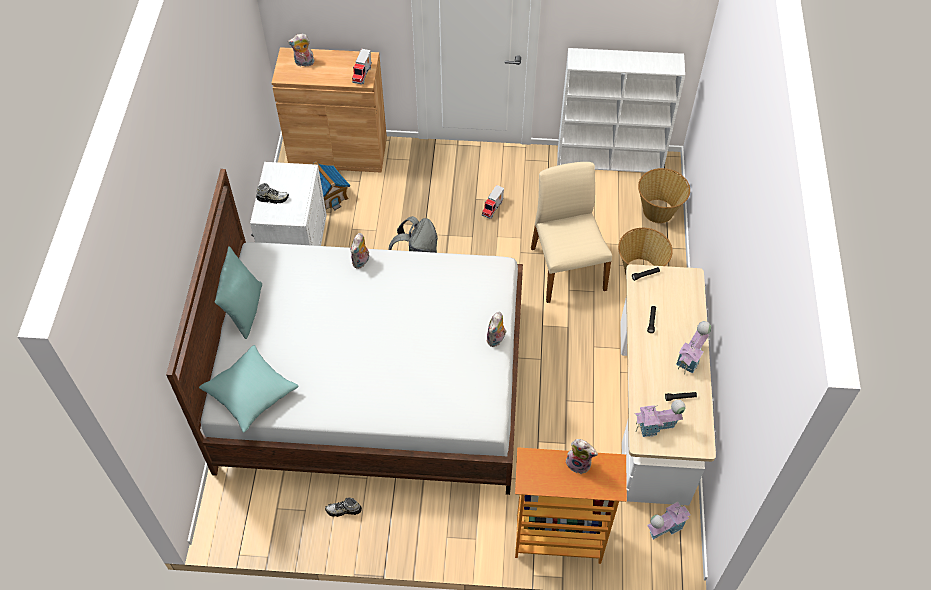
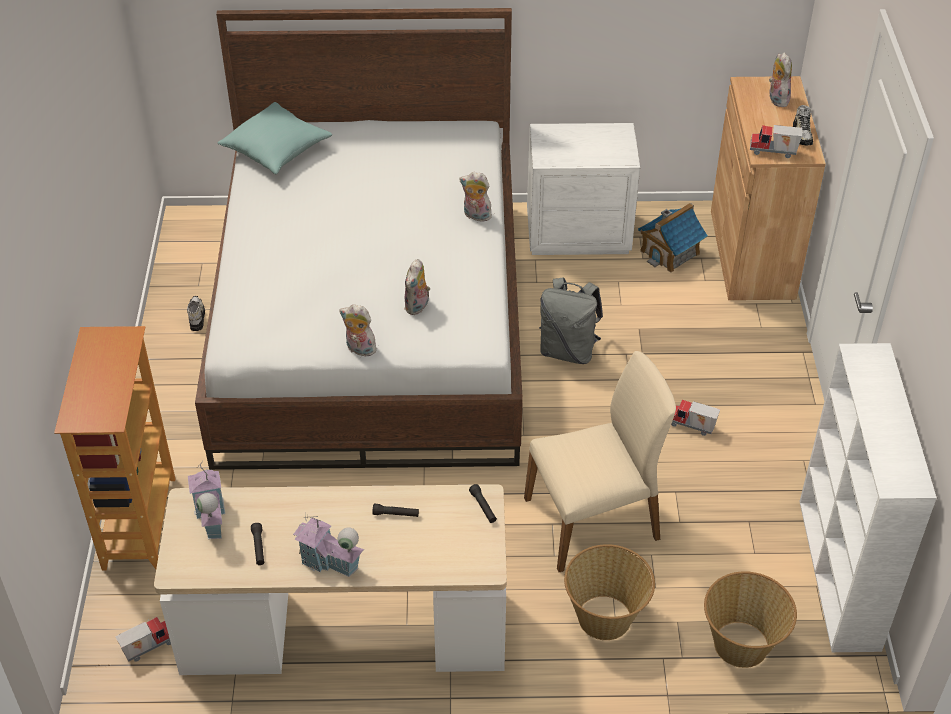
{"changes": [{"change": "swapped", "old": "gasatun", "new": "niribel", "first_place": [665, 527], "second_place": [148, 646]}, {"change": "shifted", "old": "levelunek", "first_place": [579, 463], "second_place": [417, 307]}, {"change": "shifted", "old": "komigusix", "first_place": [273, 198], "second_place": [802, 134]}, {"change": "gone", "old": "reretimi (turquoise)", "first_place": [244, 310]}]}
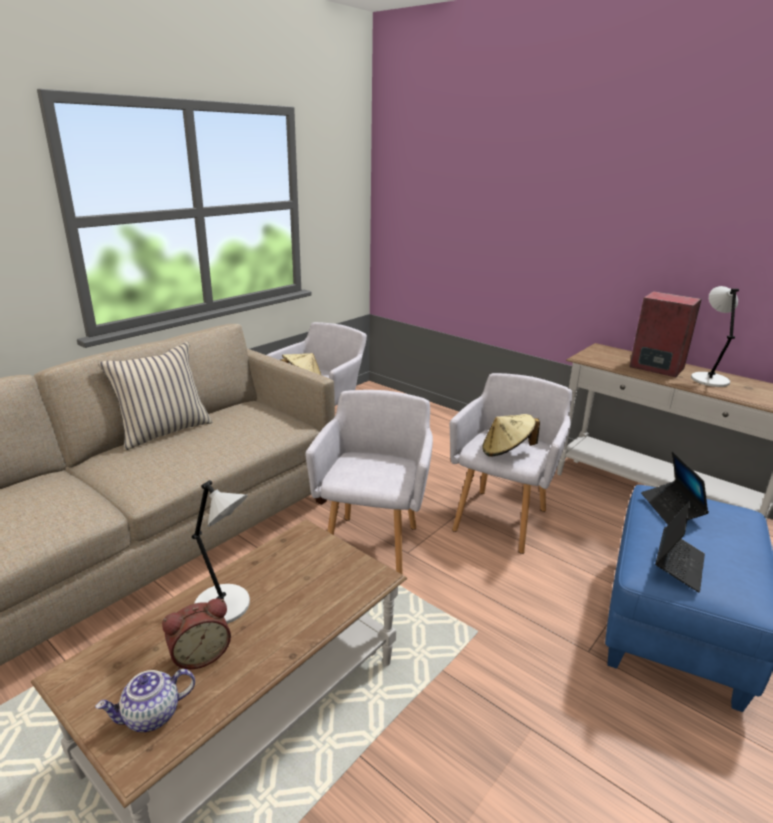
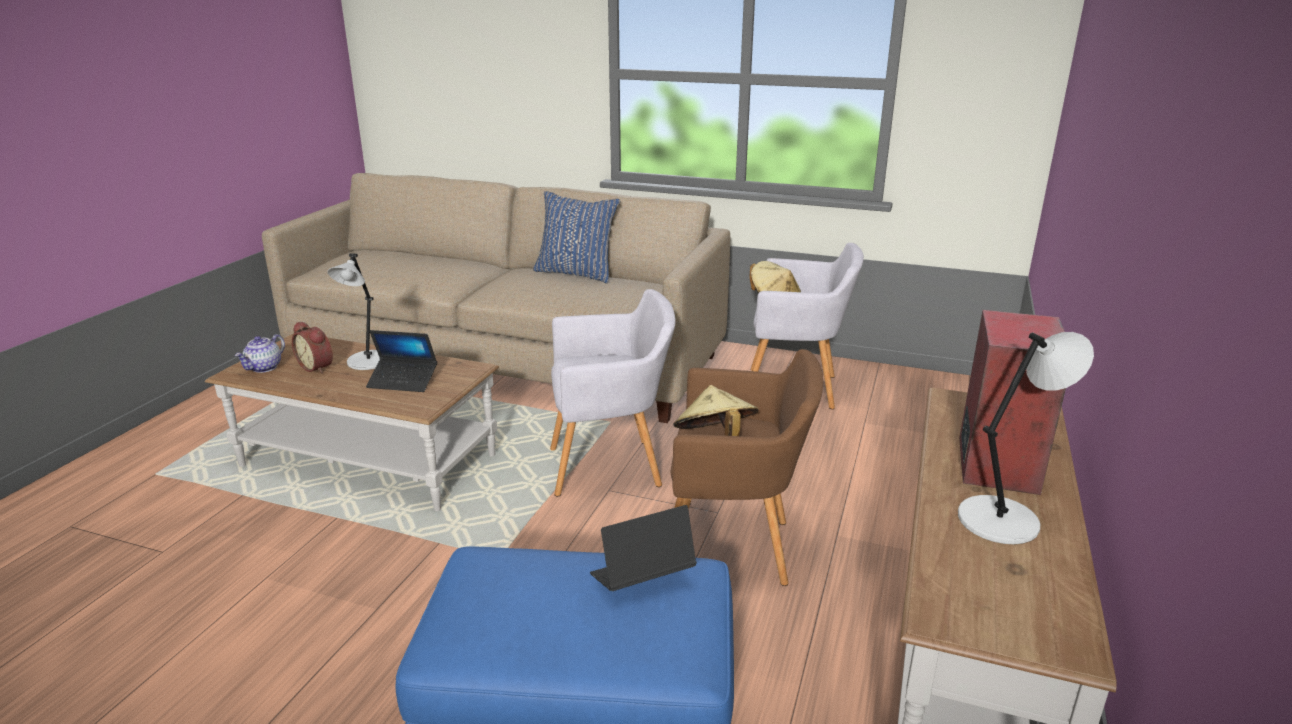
{"changes": [{"change": "rotated", "old": "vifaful", "first_place": [151, 716], "second_place": [264, 368], "degrees": -105}, {"change": "shifted", "old": "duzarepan", "first_place": [678, 565], "second_place": [403, 381]}, {"change": "repainted", "old": "reretimi (beige)", "new": "reretimi (blue)", "first_place": [164, 431], "second_place": [577, 273]}, {"change": "repainted", "old": "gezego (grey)", "new": "gezego (brown)", "first_place": [502, 517], "second_place": [735, 548]}]}
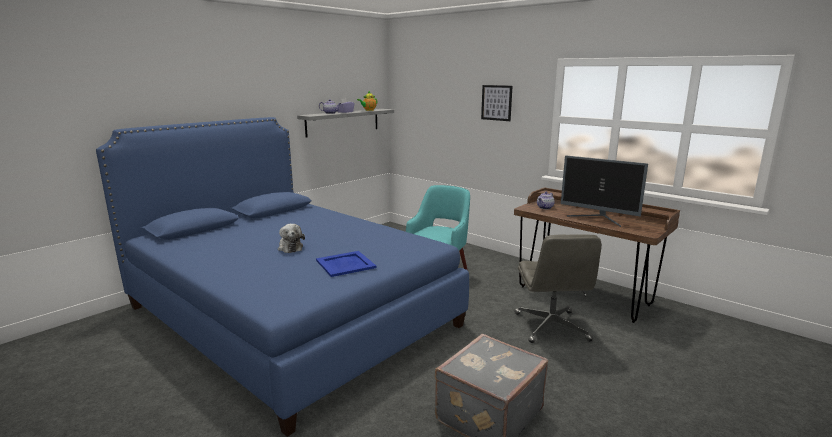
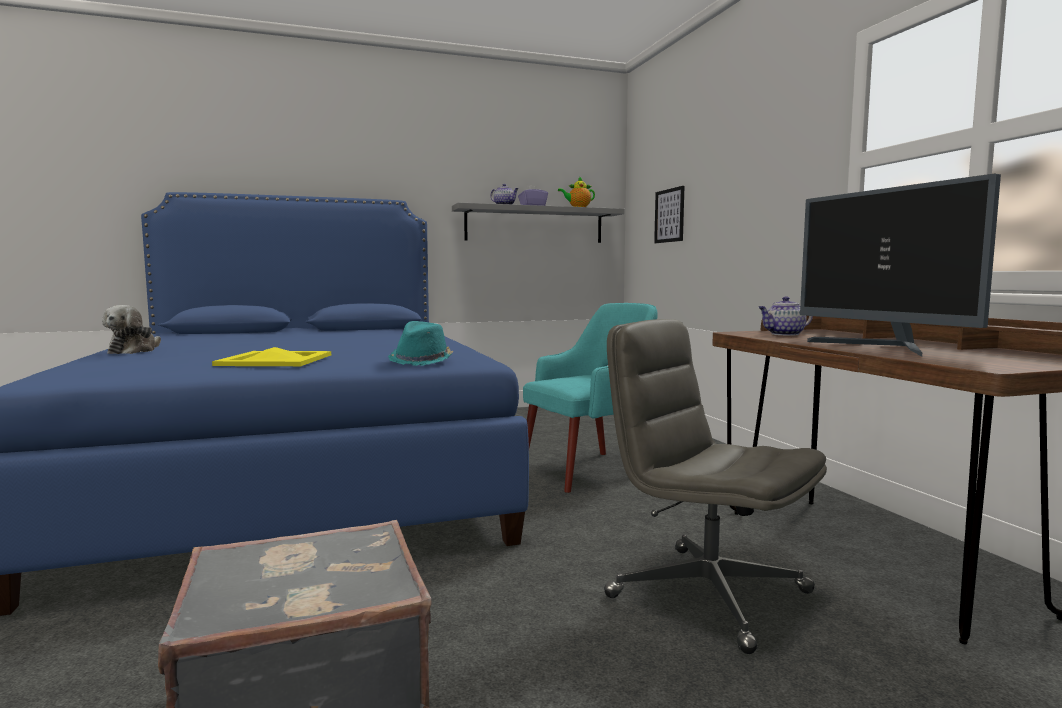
{"changes": [{"change": "shifted", "old": "levelunek", "first_place": [290, 247], "second_place": [134, 351]}, {"change": "repainted", "old": "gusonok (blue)", "new": "gusonok (yellow)", "first_place": [346, 264], "second_place": [276, 360]}, {"change": "new", "new": "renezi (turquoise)", "second_place": [422, 361]}, {"change": "rotated", "old": "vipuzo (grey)", "first_place": [551, 327], "second_place": [706, 594], "degrees": 105}, {"change": "shifted", "old": "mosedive", "first_place": [496, 102], "second_place": [669, 215]}]}
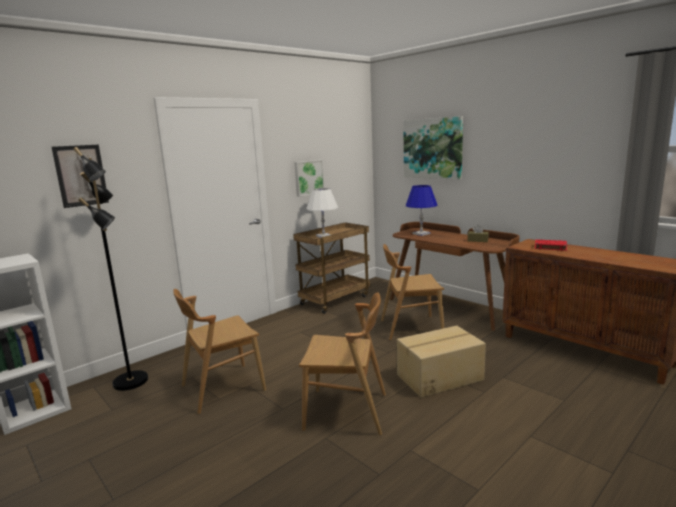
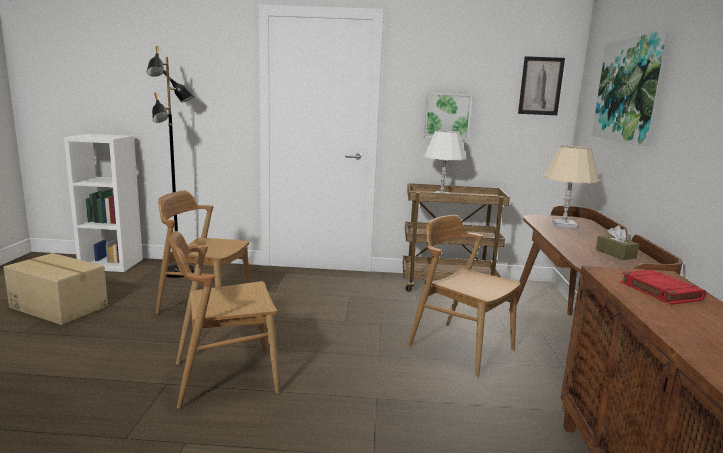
{"changes": [{"change": "shifted", "old": "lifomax", "first_place": [438, 377], "second_place": [60, 306]}, {"change": "rotated", "old": "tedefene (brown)", "first_place": [346, 411], "second_place": [225, 377], "degrees": 105}, {"change": "shifted", "old": "mosedive", "first_place": [81, 175], "second_place": [540, 86]}, {"change": "repainted", "old": "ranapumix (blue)", "new": "ranapumix (beige)", "first_place": [421, 234], "second_place": [564, 224]}]}
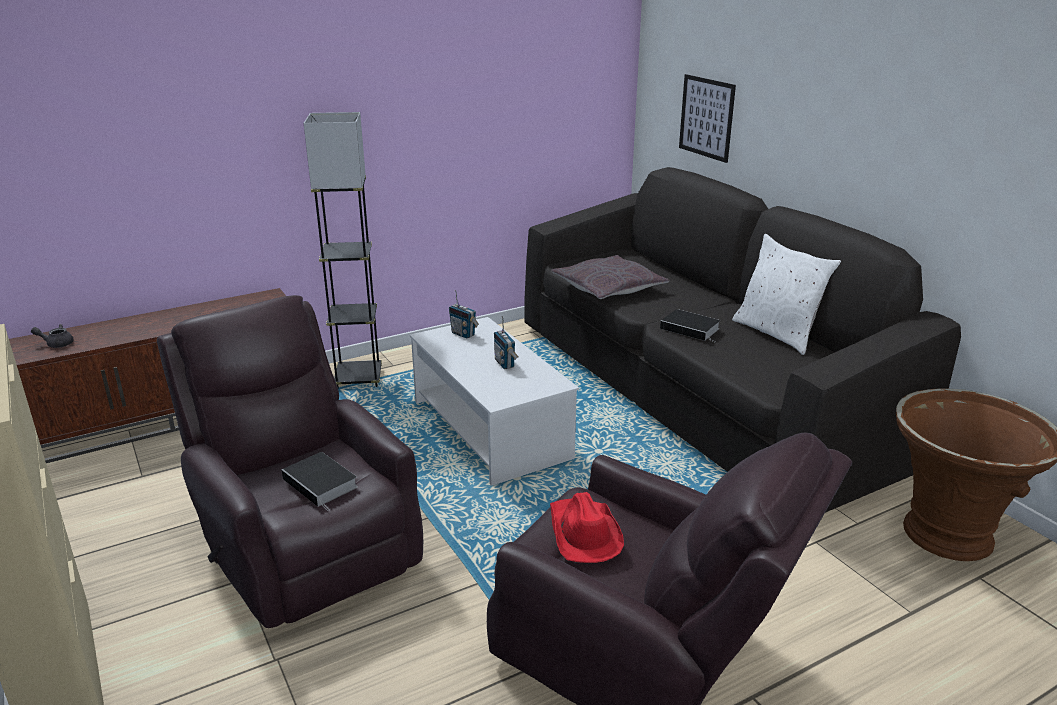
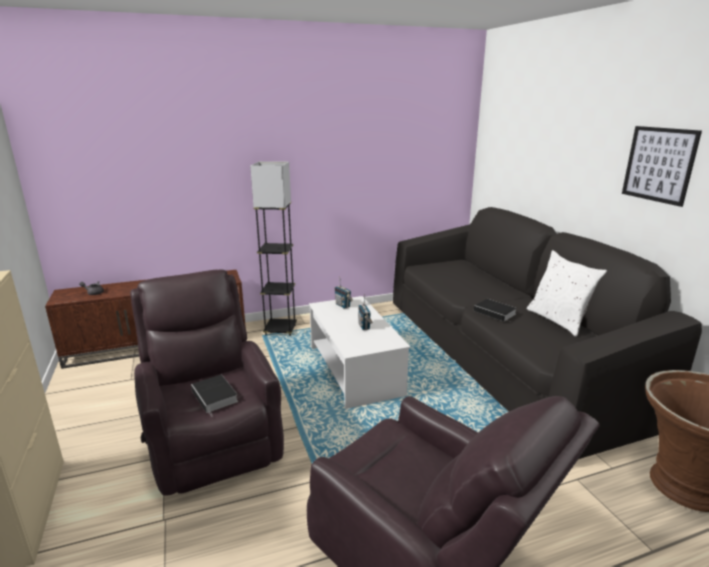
{"changes": [{"change": "shifted", "old": "mosedive", "first_place": [706, 117], "second_place": [659, 164]}, {"change": "gone", "old": "renezi (red)", "first_place": [583, 533]}, {"change": "gone", "old": "reretimi (grey)", "first_place": [608, 288]}]}
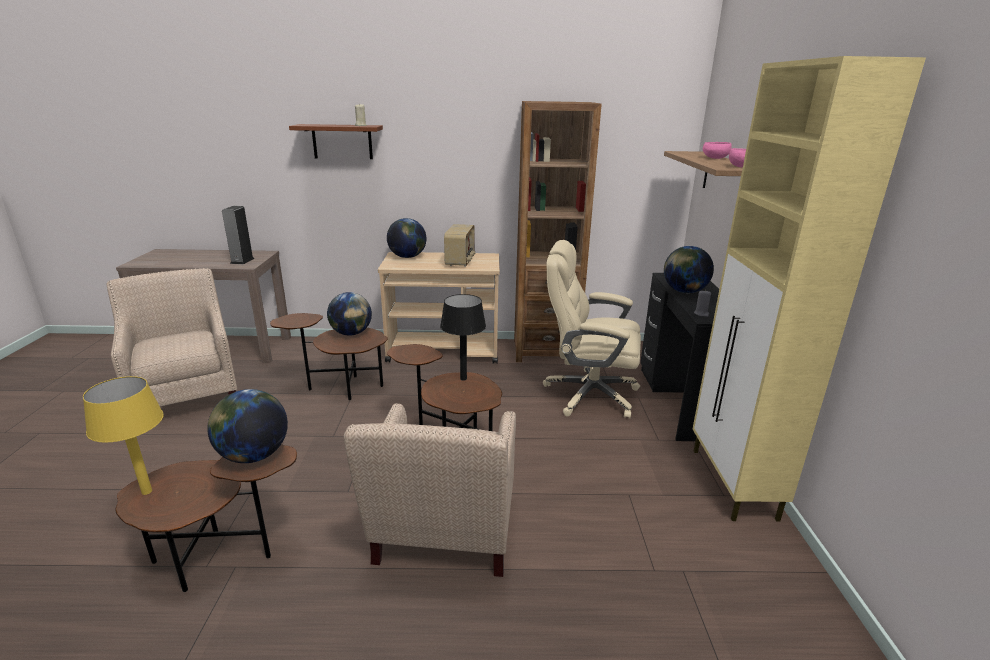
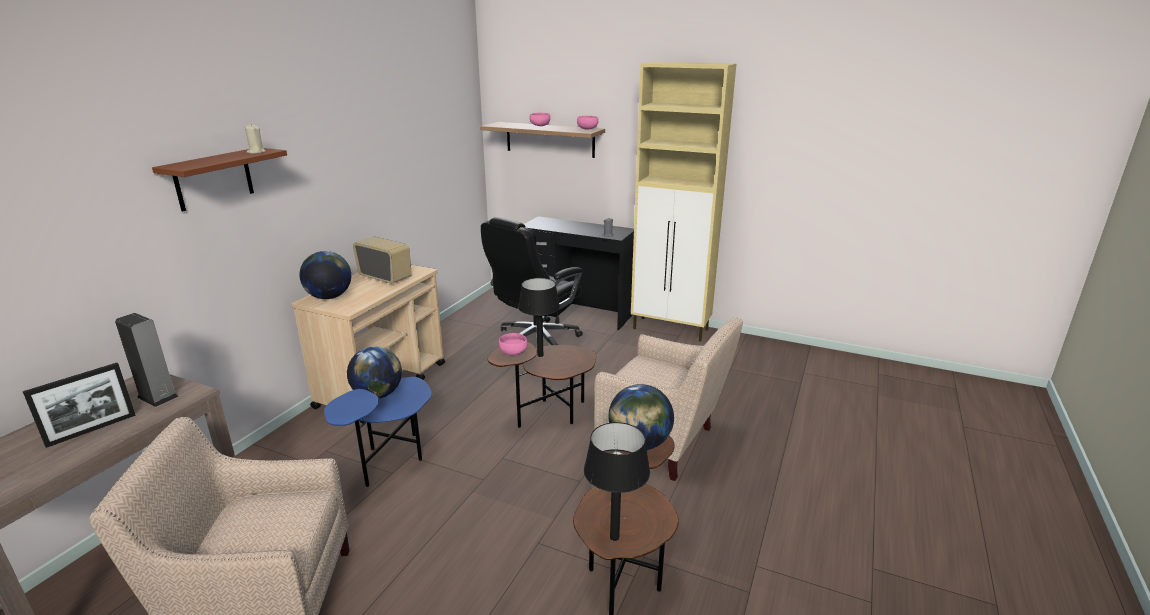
{"changes": [{"change": "new", "new": "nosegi", "second_place": [92, 430]}, {"change": "repainted", "old": "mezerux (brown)", "new": "mezerux (blue)", "first_place": [342, 388], "second_place": [390, 462]}, {"change": "repainted", "old": "vipuzo (beige)", "new": "vipuzo (black)", "first_place": [588, 394], "second_place": [536, 340]}, {"change": "new", "new": "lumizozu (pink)", "second_place": [513, 352]}, {"change": "repainted", "old": "ranapumix (yellow)", "new": "ranapumix (black)", "first_place": [147, 491], "second_place": [614, 537]}, {"change": "gone", "old": "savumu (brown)", "first_place": [545, 350]}, {"change": "gone", "old": "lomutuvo", "first_place": [684, 291]}]}
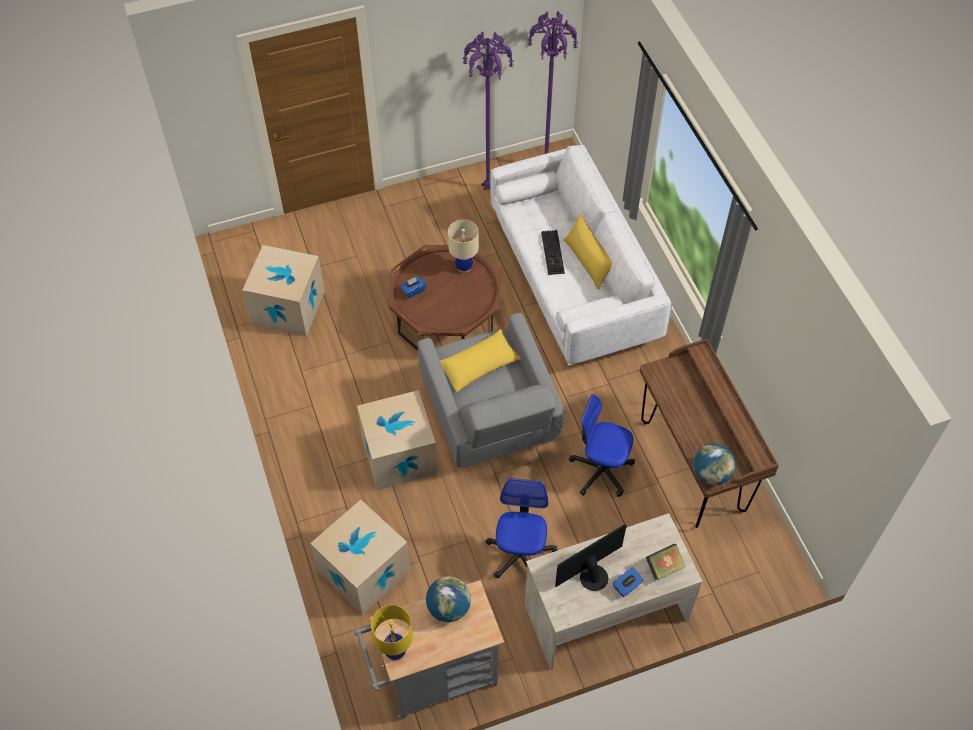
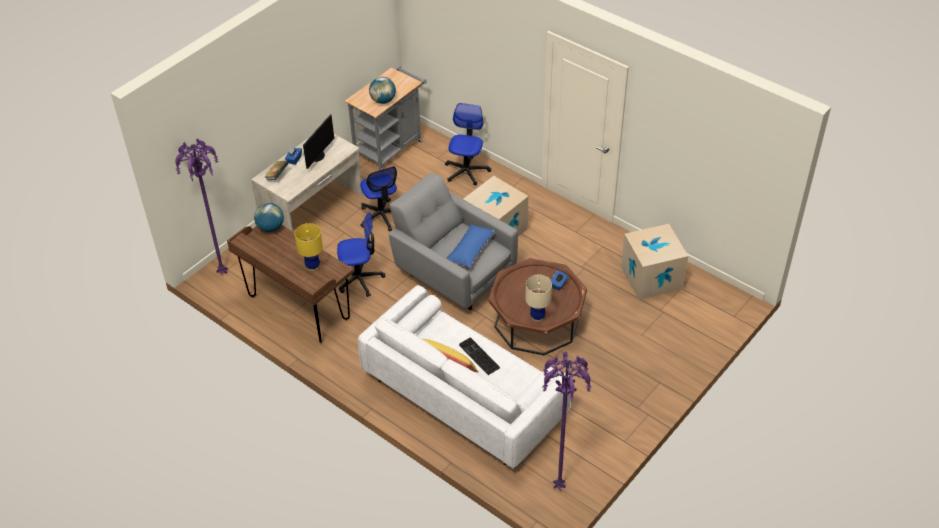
{"changes": [{"change": "shifted", "old": "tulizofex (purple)", "first_place": [487, 187], "second_place": [223, 273]}, {"change": "shifted", "old": "ranapumix (yellow)", "first_place": [395, 651], "second_place": [312, 266]}, {"change": "swapped", "old": "lifomax", "new": "vipuzo", "first_place": [364, 571], "second_place": [466, 171]}, {"change": "repainted", "old": "reretimi (yellow)", "new": "reretimi (blue)", "first_place": [479, 365], "second_place": [470, 250]}]}
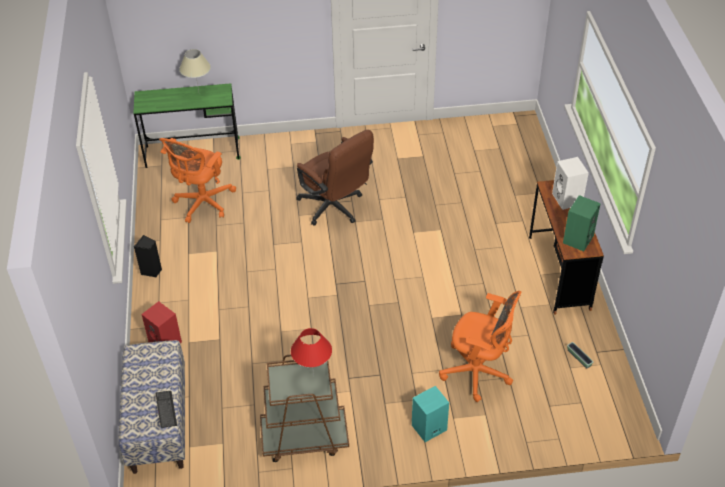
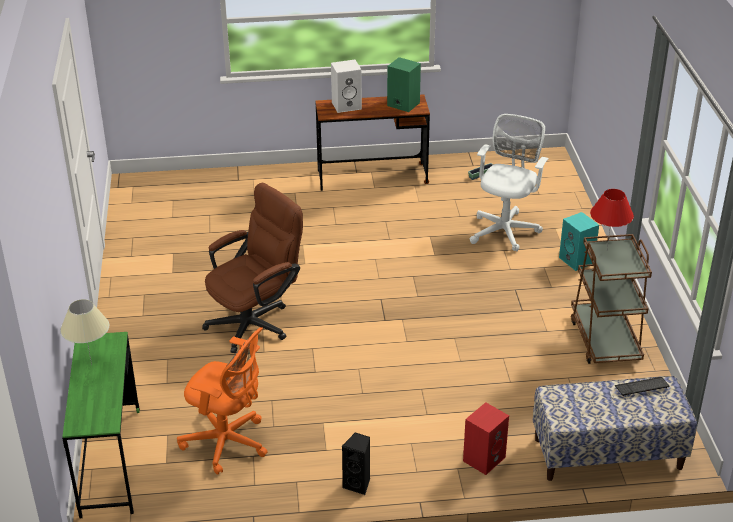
{"changes": [{"change": "repainted", "old": "vipuzo (orange)", "new": "vipuzo (white)", "first_place": [478, 373], "second_place": [505, 229]}]}
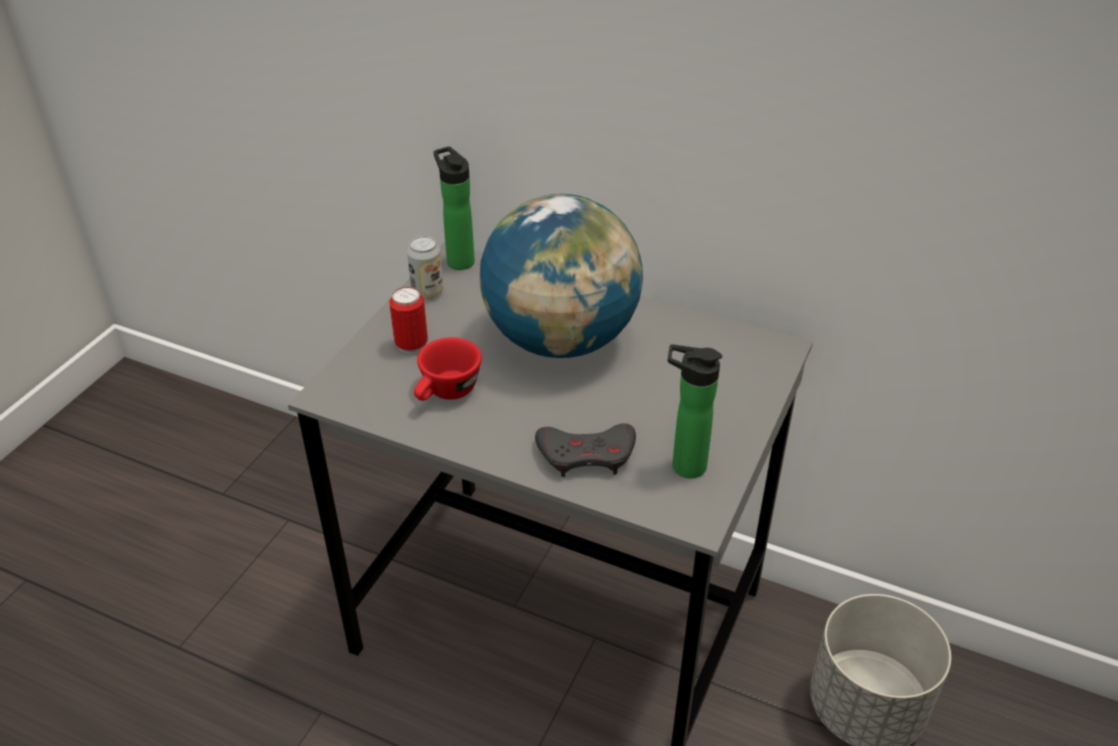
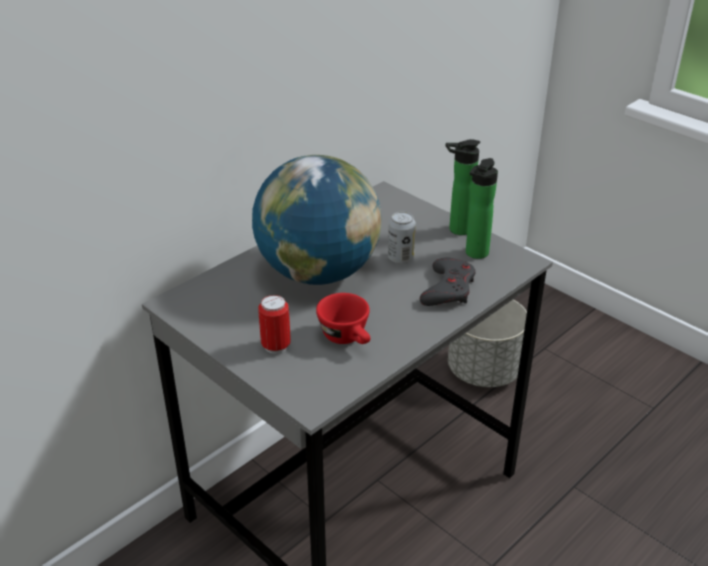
{"changes": [{"change": "shifted", "old": "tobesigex", "first_place": [427, 292], "second_place": [400, 258]}, {"change": "shifted", "old": "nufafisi", "first_place": [458, 260], "second_place": [456, 230]}]}
